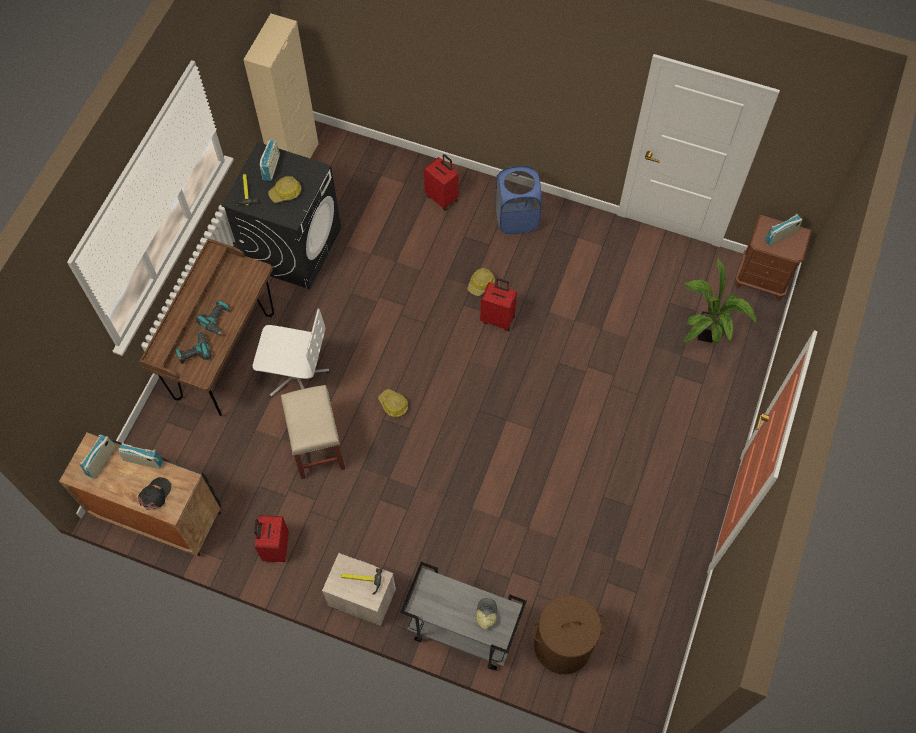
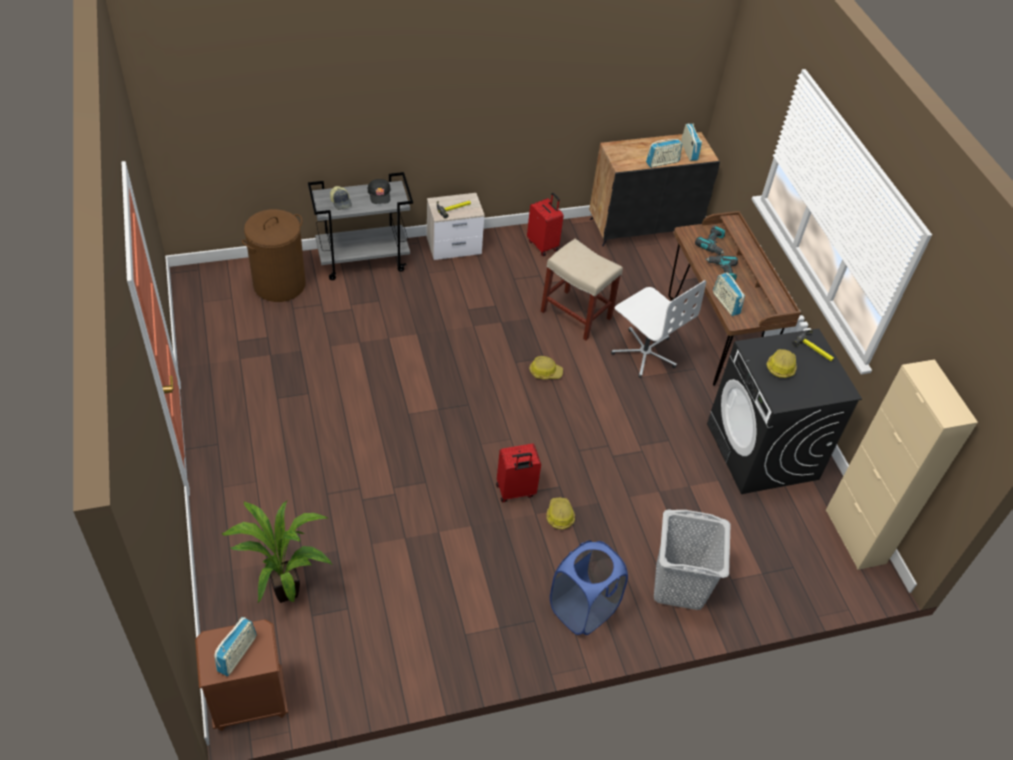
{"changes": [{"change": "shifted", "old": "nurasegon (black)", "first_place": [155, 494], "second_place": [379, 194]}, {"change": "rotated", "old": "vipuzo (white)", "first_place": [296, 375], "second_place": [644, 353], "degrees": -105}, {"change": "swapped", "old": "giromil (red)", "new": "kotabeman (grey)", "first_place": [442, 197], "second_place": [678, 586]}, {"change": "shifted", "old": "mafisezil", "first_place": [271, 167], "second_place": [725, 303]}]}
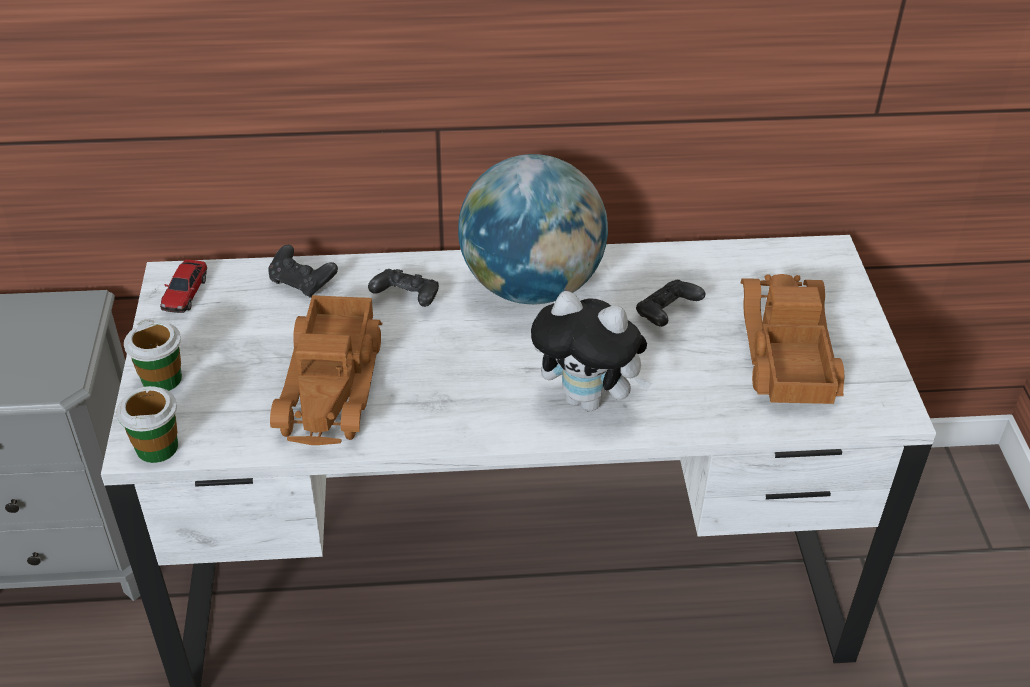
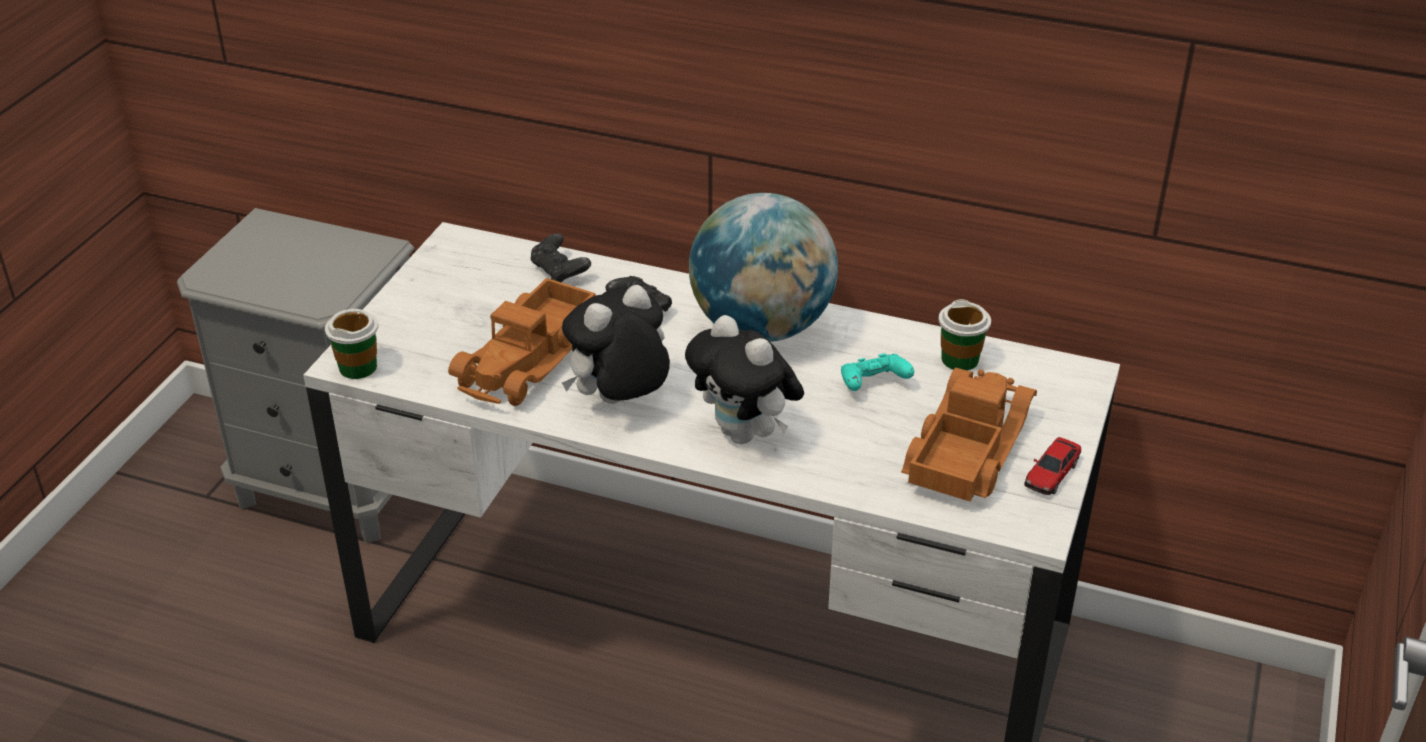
{"changes": [{"change": "new", "new": "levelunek", "second_place": [619, 403]}, {"change": "repainted", "old": "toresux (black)", "new": "toresux (turquoise)", "first_place": [666, 314], "second_place": [873, 385]}, {"change": "shifted", "old": "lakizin", "first_place": [162, 379], "second_place": [960, 359]}, {"change": "shifted", "old": "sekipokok", "first_place": [185, 293], "second_place": [1051, 473]}]}
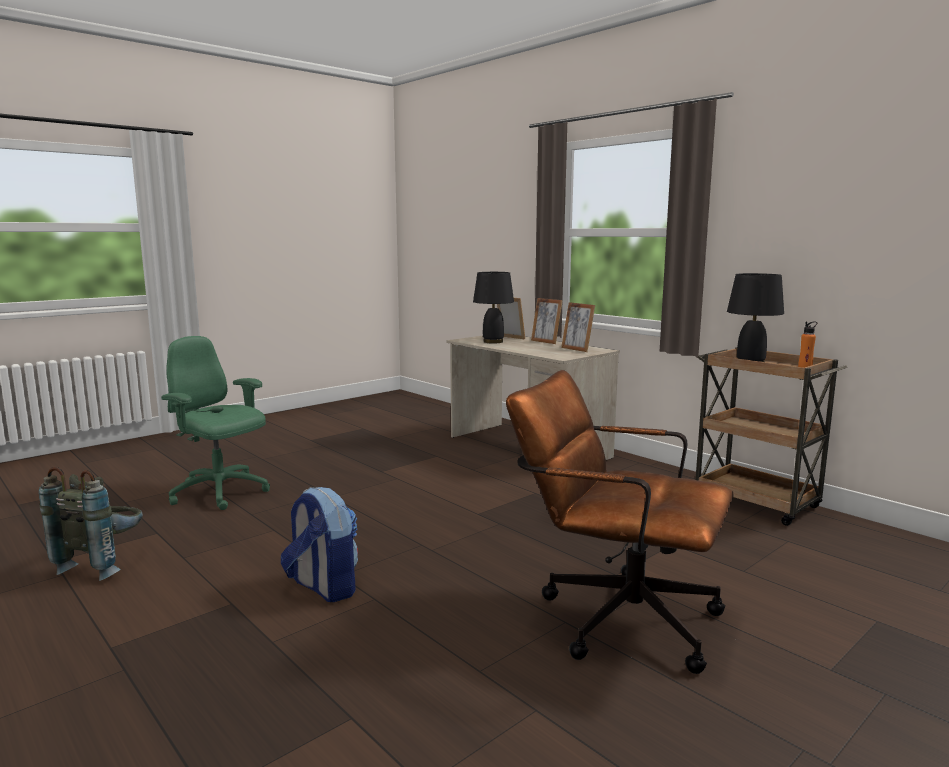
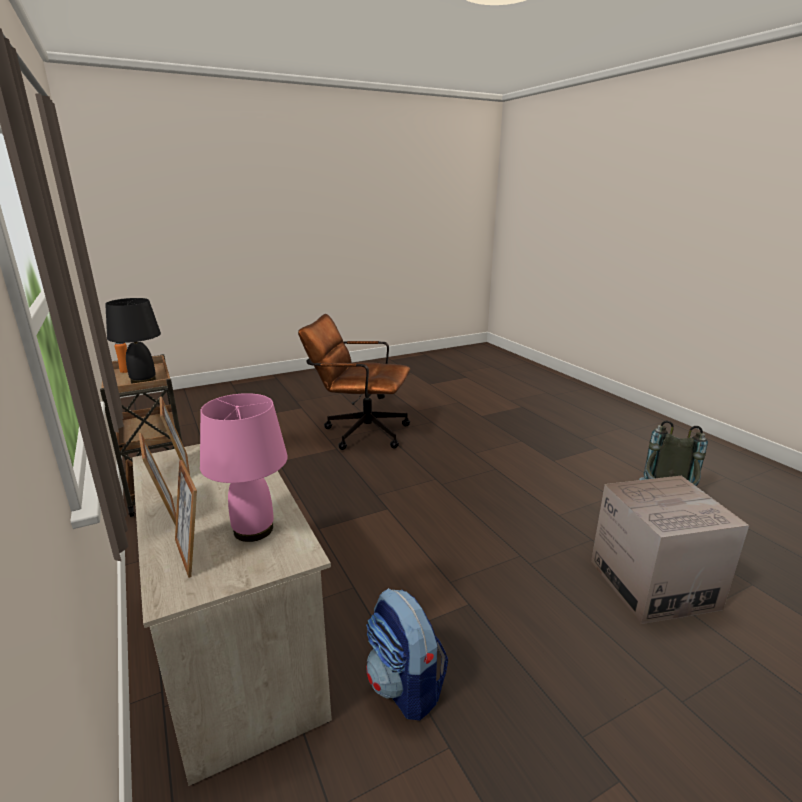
{"changes": [{"change": "repainted", "old": "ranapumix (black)", "new": "ranapumix (pink)", "first_place": [493, 341], "second_place": [253, 530]}, {"change": "rotated", "old": "vipuzo (brown)", "first_place": [614, 616], "second_place": [359, 431], "degrees": 150}, {"change": "shifted", "old": "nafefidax", "first_place": [323, 587], "second_place": [405, 686]}, {"change": "swapped", "old": "vipuzo (green)", "new": "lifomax", "first_place": [220, 493], "second_place": [653, 584]}]}
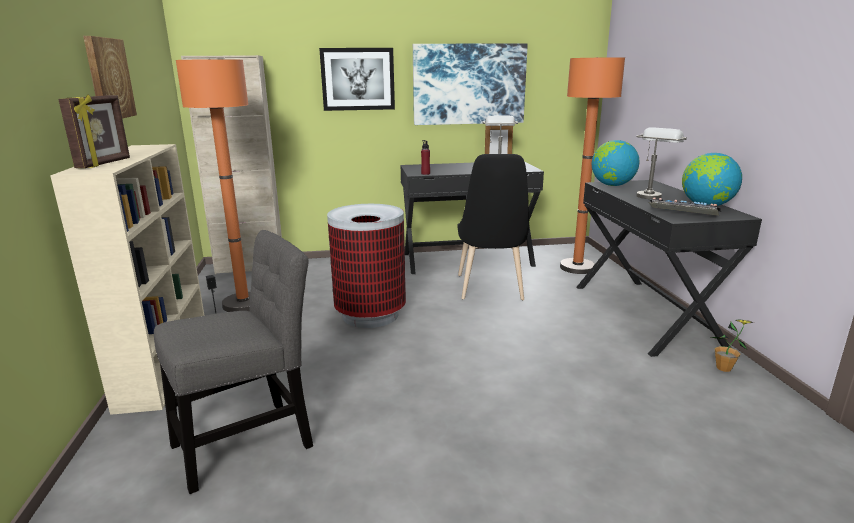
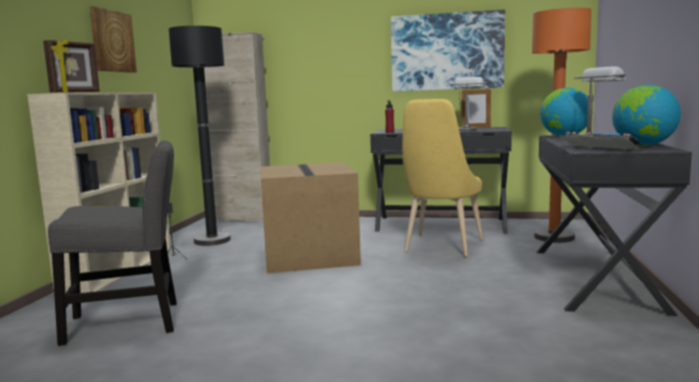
{"changes": [{"change": "repainted", "old": "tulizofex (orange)", "new": "tulizofex (black)", "first_place": [243, 304], "second_place": [212, 240]}, {"change": "swapped", "old": "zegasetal", "new": "lifomax", "first_place": [370, 315], "second_place": [308, 255]}, {"change": "repainted", "old": "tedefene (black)", "new": "tedefene (yellow)", "first_place": [491, 290], "second_place": [441, 247]}, {"change": "gone", "old": "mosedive", "first_place": [358, 79]}, {"change": "gone", "old": "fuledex", "first_place": [723, 368]}]}
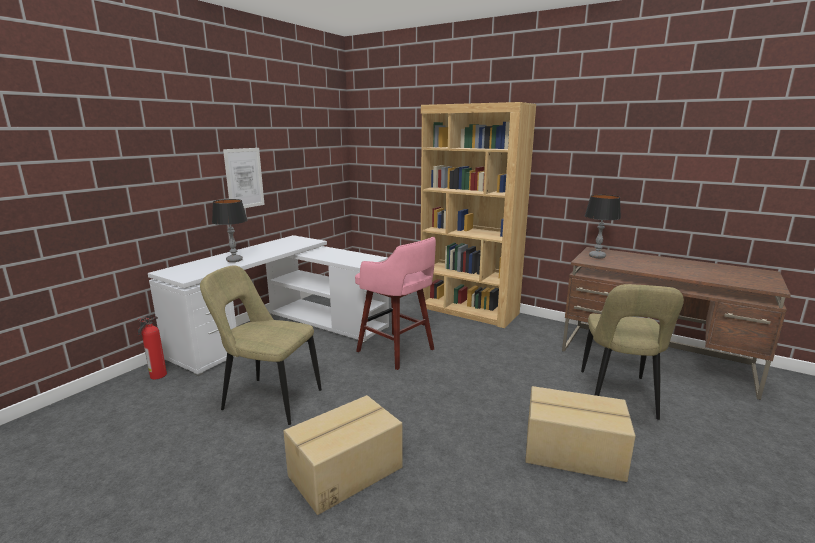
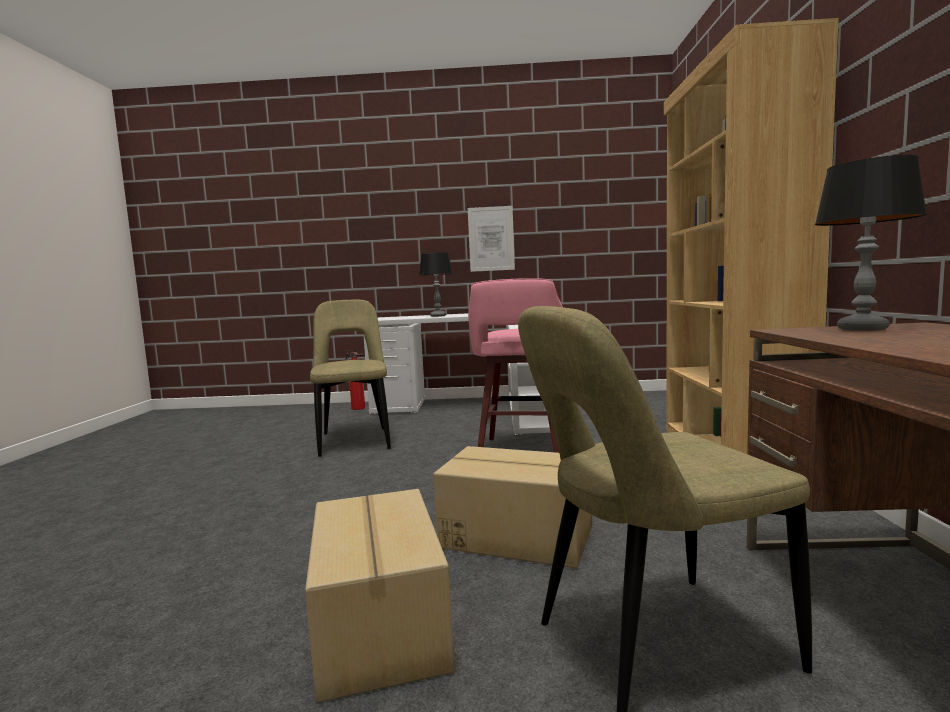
{"changes": [{"change": "shifted", "old": "lifomax", "first_place": [344, 471], "second_place": [517, 535]}]}
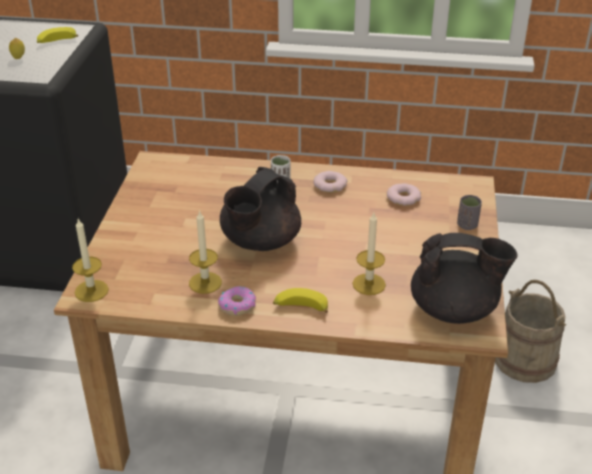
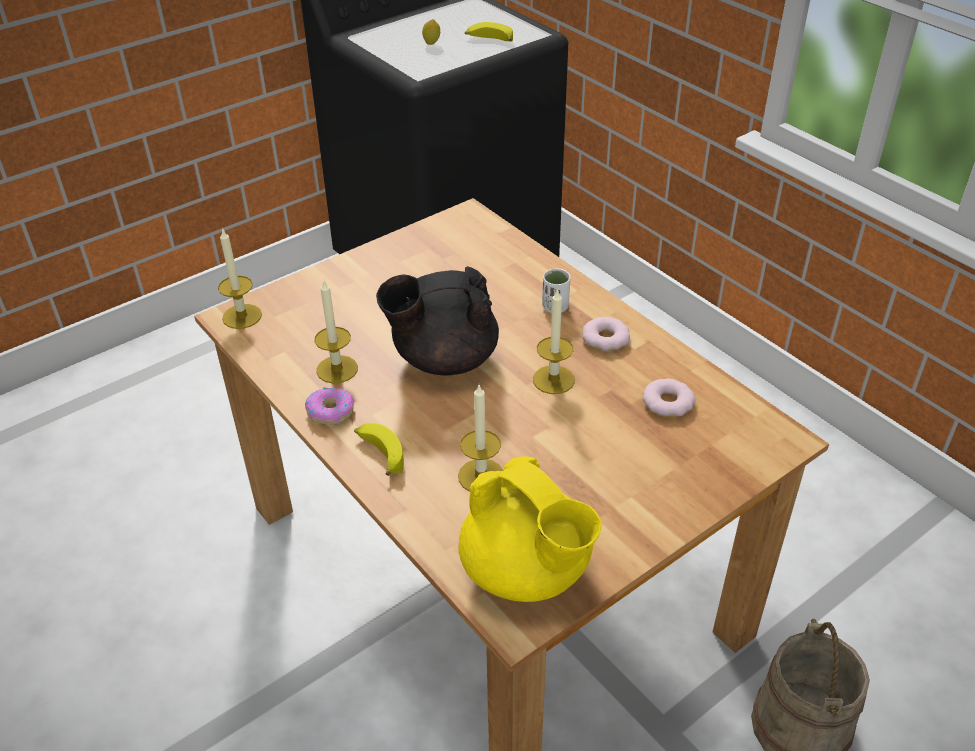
{"changes": [{"change": "repainted", "old": "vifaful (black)", "new": "vifaful (yellow)", "first_place": [454, 310], "second_place": [527, 571]}, {"change": "new", "new": "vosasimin", "second_place": [553, 380]}, {"change": "gone", "old": "lakizin (grey)", "first_place": [467, 225]}]}
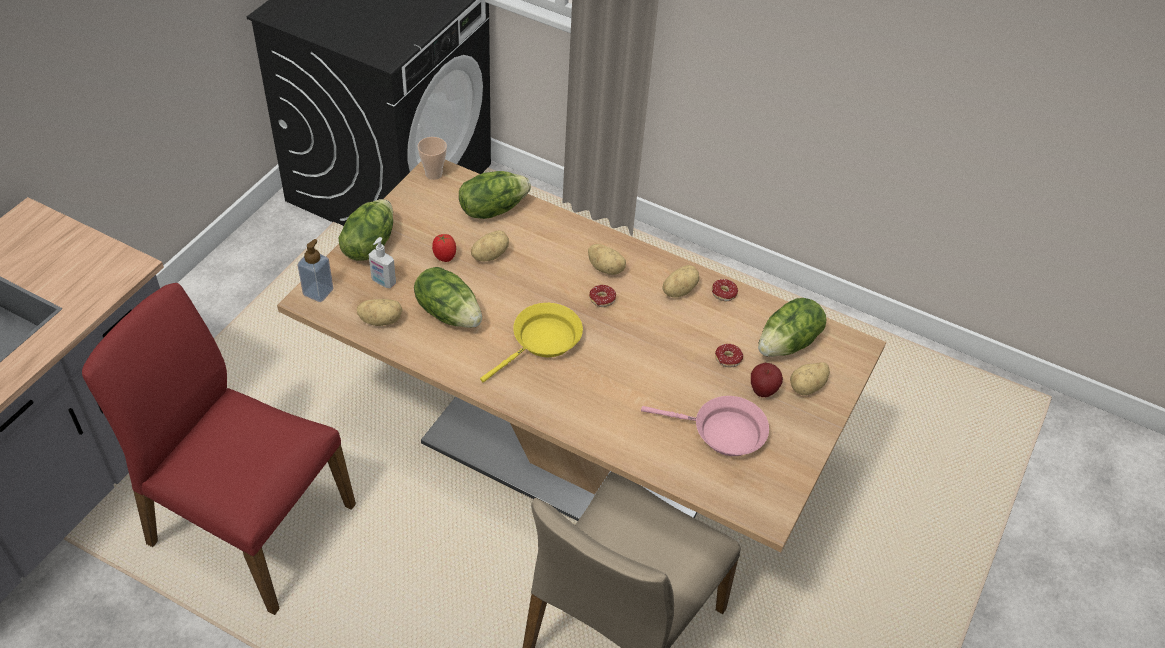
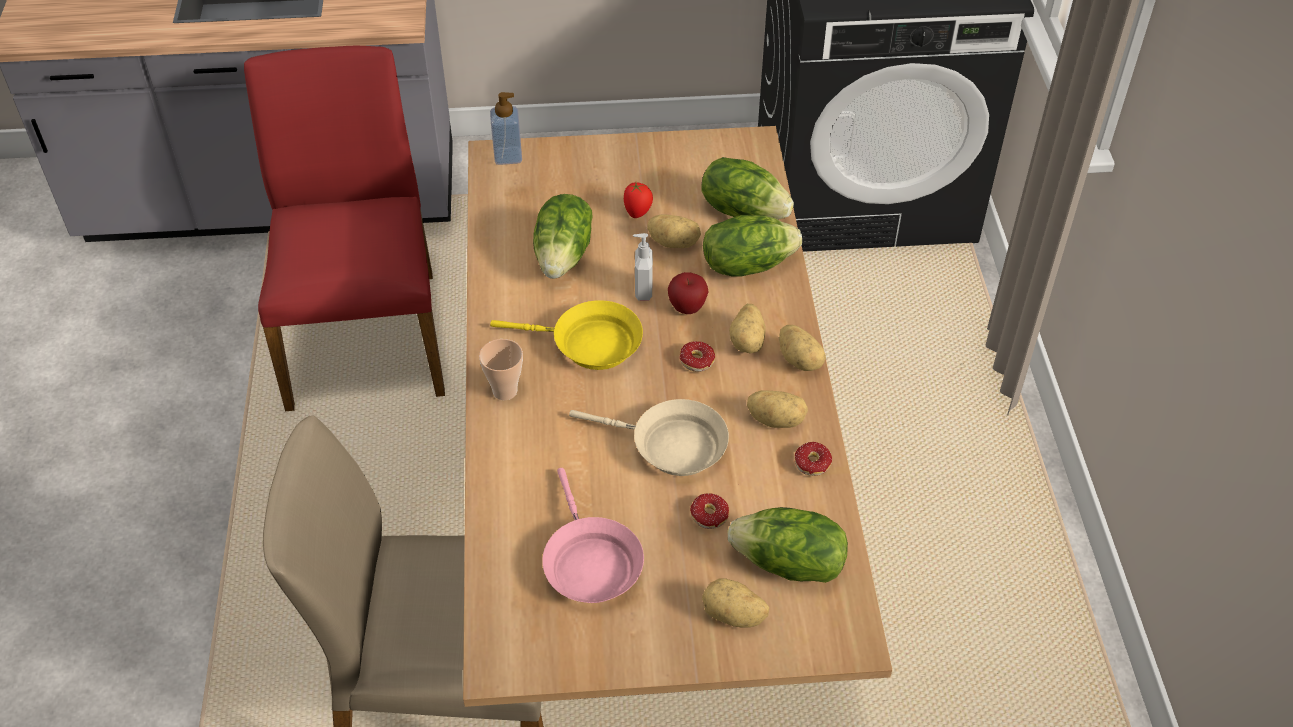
{"changes": [{"change": "shifted", "old": "lakizin", "first_place": [433, 174], "second_place": [505, 391]}, {"change": "new", "new": "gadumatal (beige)", "second_place": [671, 446]}, {"change": "shifted", "old": "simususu", "first_place": [383, 282], "second_place": [642, 290]}, {"change": "shifted", "old": "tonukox", "first_place": [763, 391], "second_place": [687, 308]}, {"change": "shifted", "old": "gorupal", "first_place": [369, 245], "second_place": [747, 264]}, {"change": "shifted", "old": "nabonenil", "first_place": [381, 320], "second_place": [800, 360]}]}
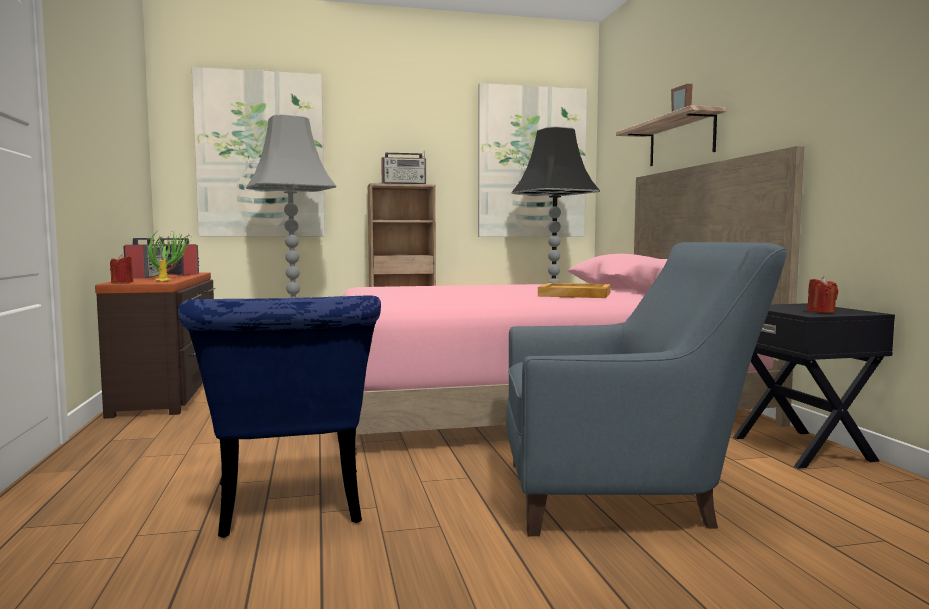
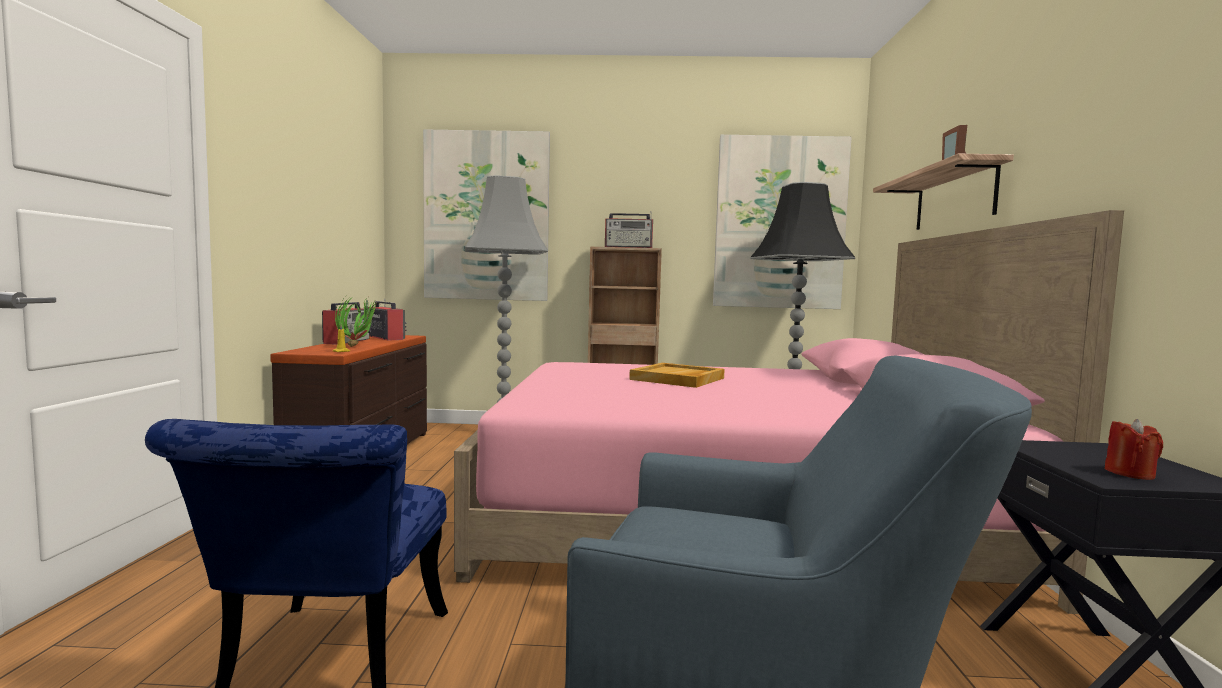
{"changes": [{"change": "shifted", "old": "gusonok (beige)", "first_place": [575, 294], "second_place": [678, 379]}, {"change": "gone", "old": "vosasimin (red)", "first_place": [122, 282]}]}
